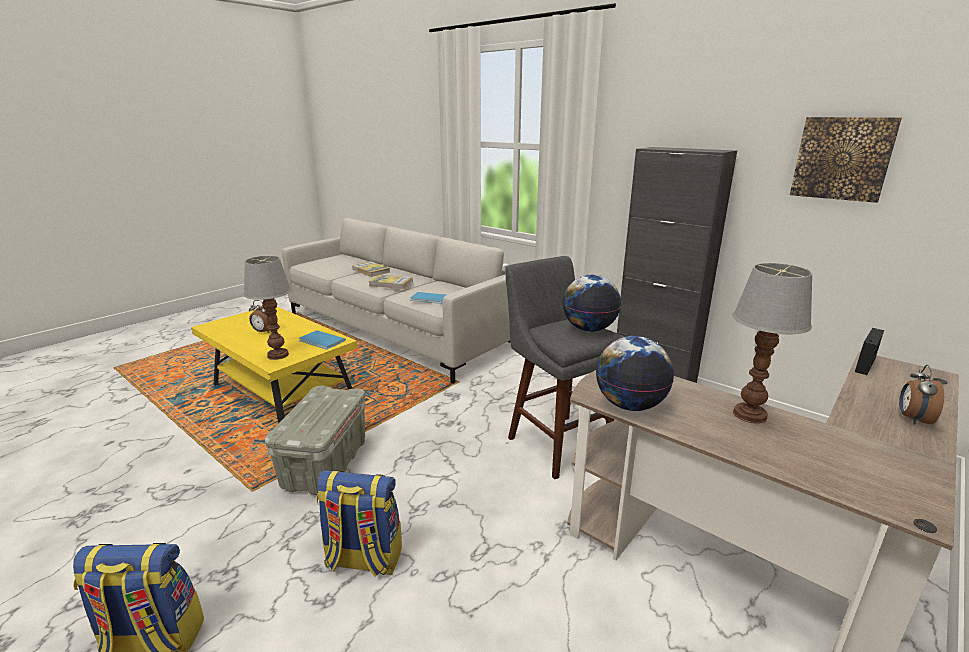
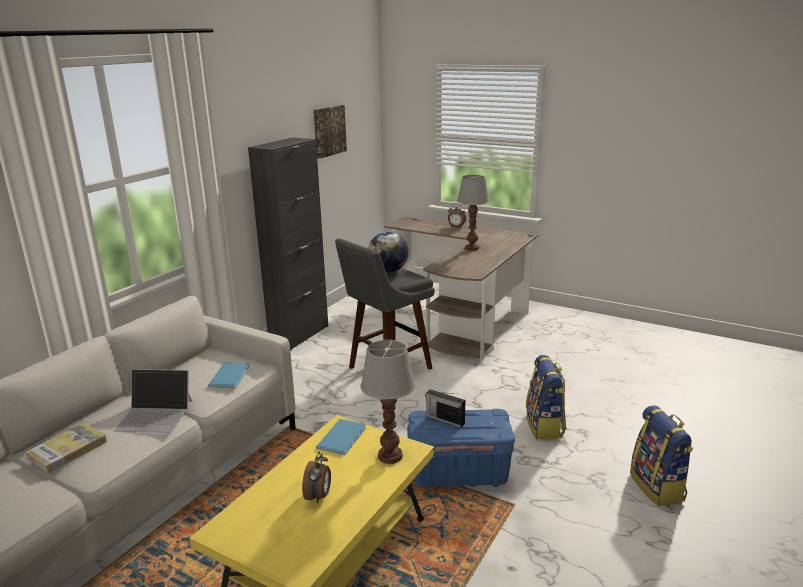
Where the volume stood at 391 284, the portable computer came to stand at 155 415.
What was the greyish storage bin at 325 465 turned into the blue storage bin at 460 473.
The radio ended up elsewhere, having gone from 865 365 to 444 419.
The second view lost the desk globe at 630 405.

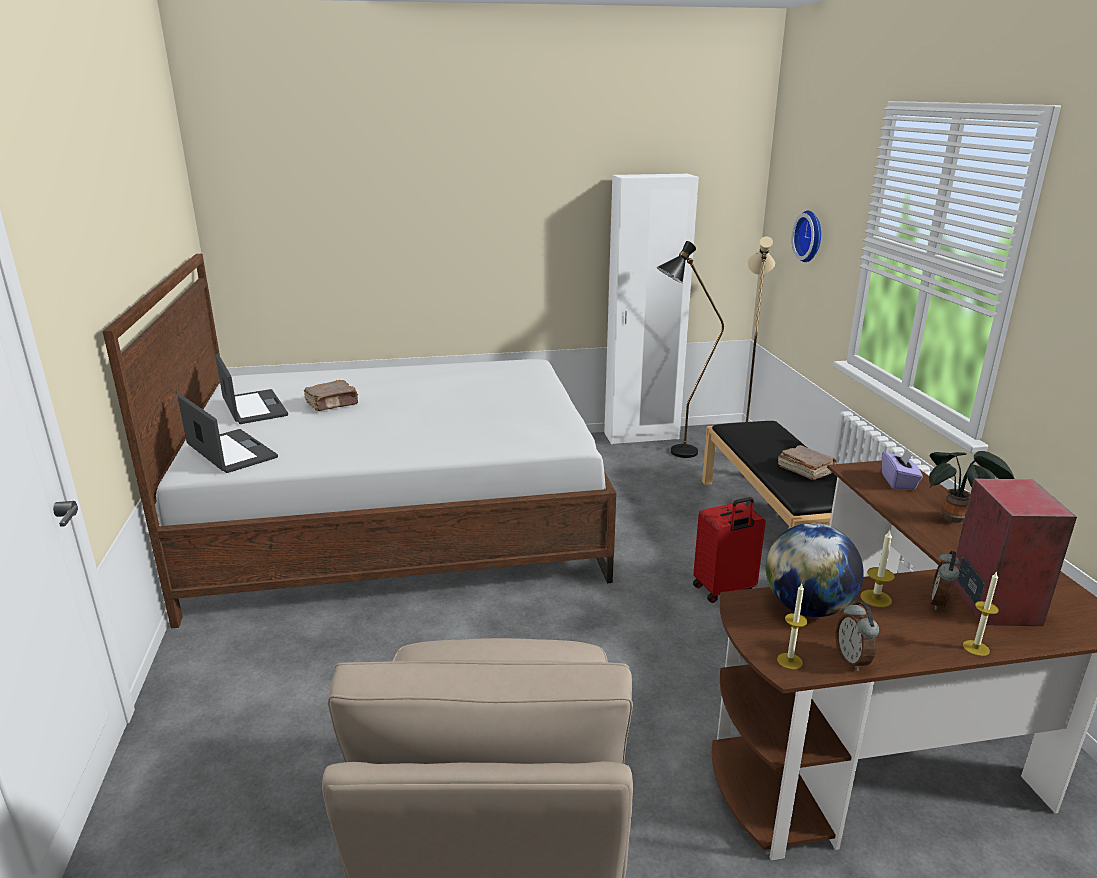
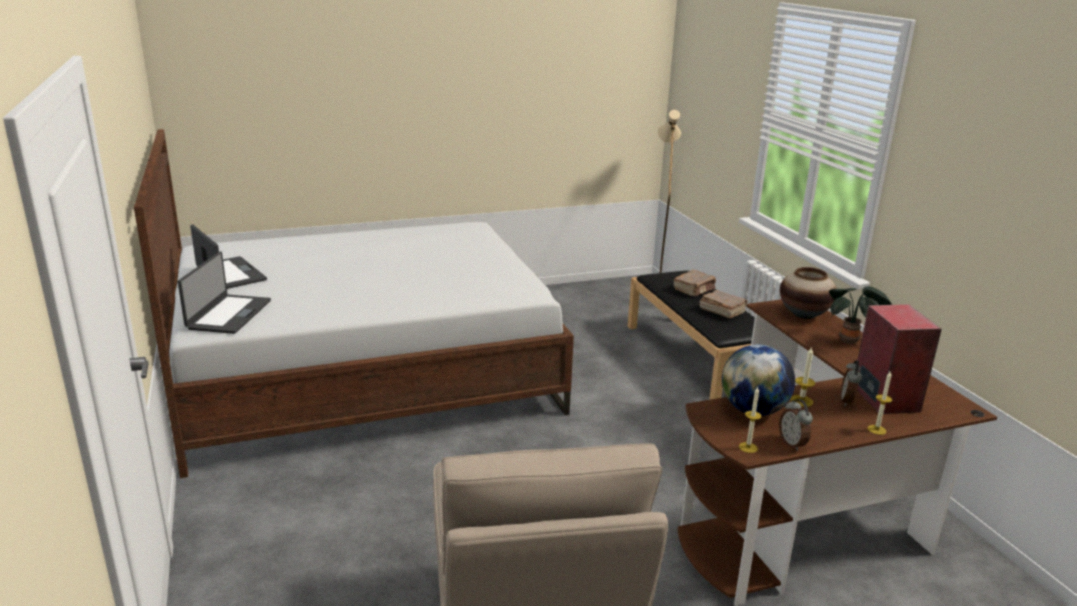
The portable computer at 230 452 ended up facing another way, 60 degrees clockwise from before.
The brown-coloured volume ended up elsewhere, having gone from 332 404 to 694 290.
Where the purple tissue box stood at 898 482, the decorative vase came to stand at 803 315.
The second view lost the white armoire at 641 436.
The second view lost the black-coloured floor lamp at 675 454.
The second view lost the reddish travel case at 724 590.
The second view lost the hanging clock at 810 236.

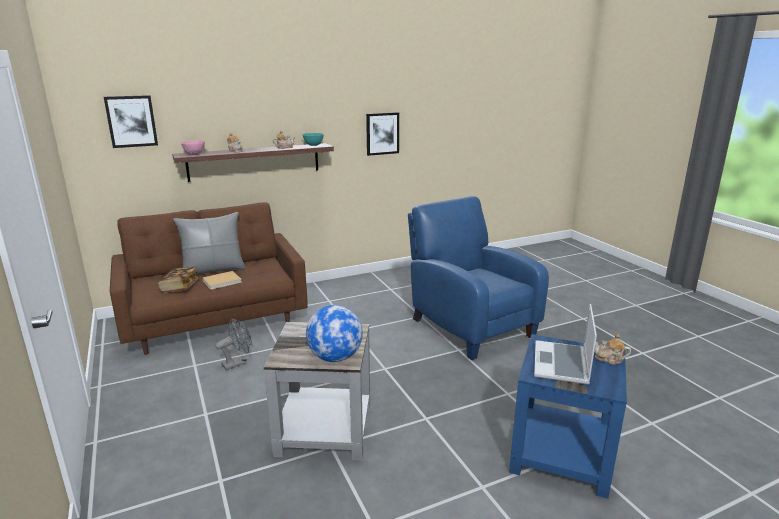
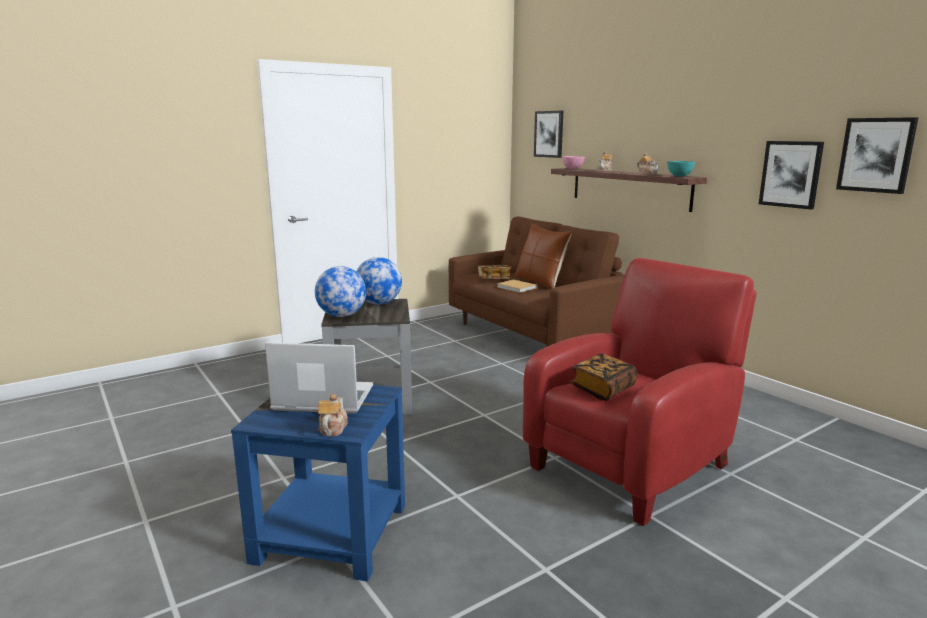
The second view gained the desk globe at 379 303.
What was the greyish throw pillow at 213 270 turned into the brown-coloured throw pillow at 540 282.
What was the blue easy chair at 469 326 turned into the reddish easy chair at 634 464.
The second view gained the volume at 602 389.
The second view gained the wall art at 876 155.
The second view lost the greyish cooling fan at 237 363.

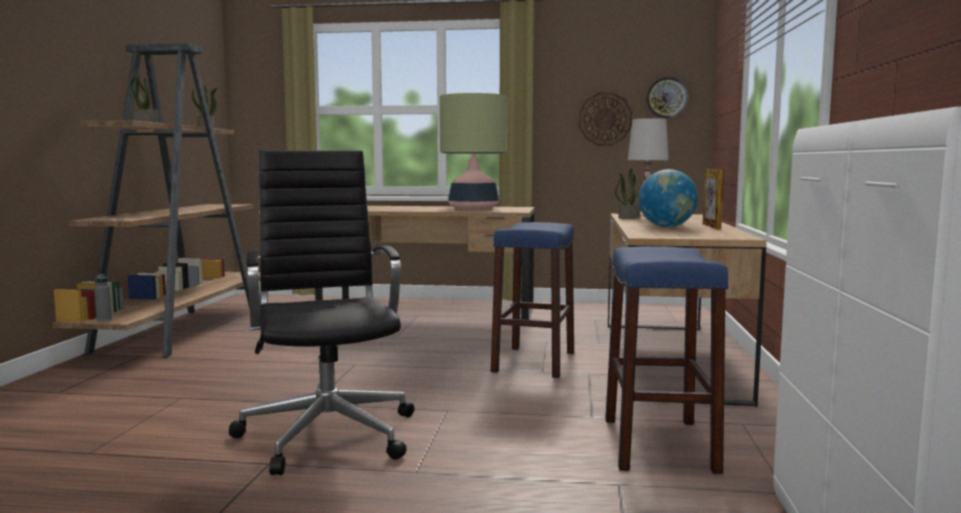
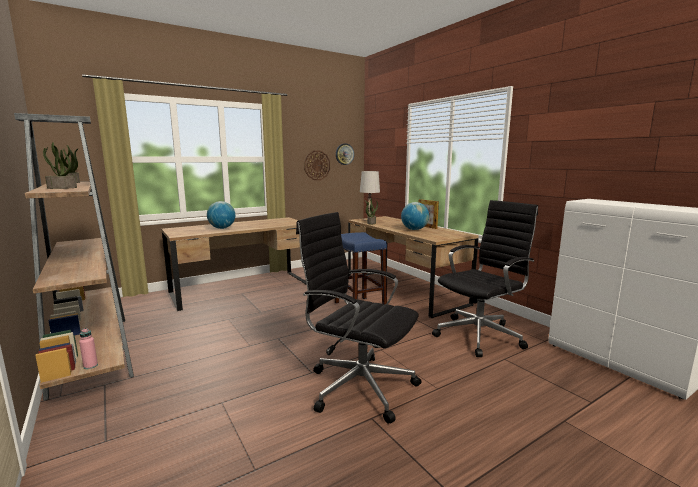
What was the greyish drink bottle at 104 320 turned into the pink-coloured drink bottle at 90 366.
The second view gained the desk globe at 222 228.
Where the blue stool stood at 658 444, the black-coloured computer chair came to stand at 480 335.
The second view lost the tabletop lamp at 473 208.

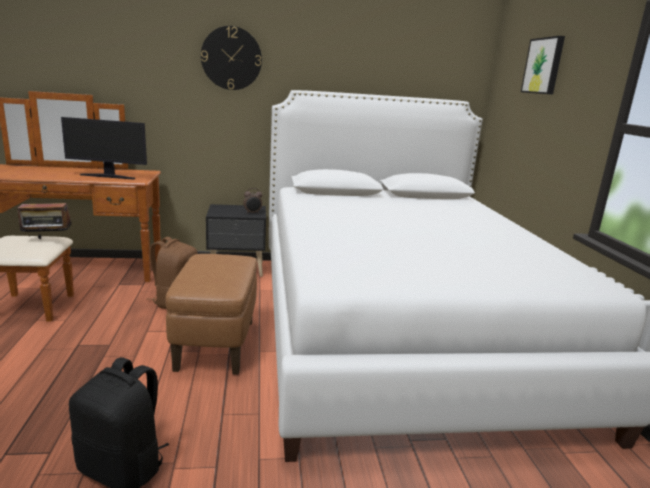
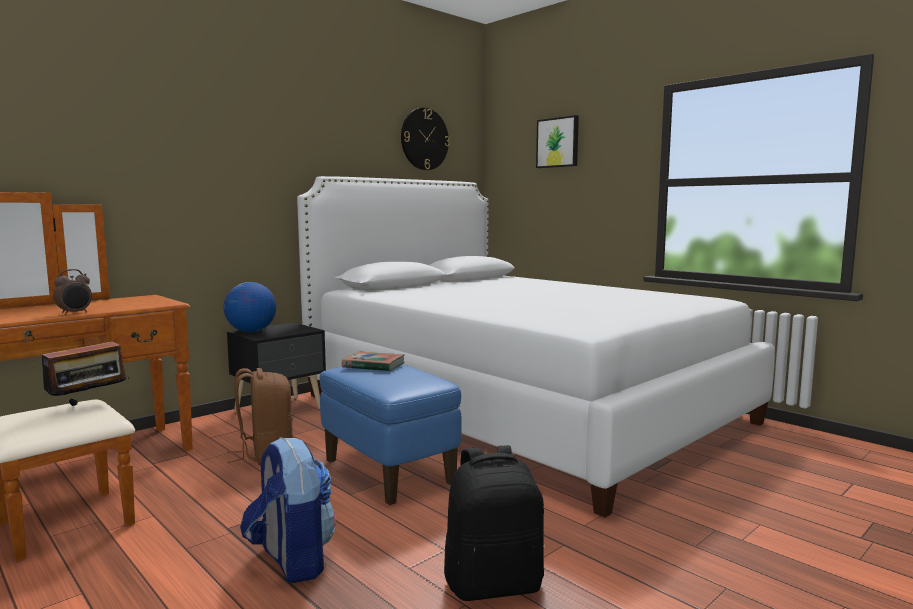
The table clock ended up elsewhere, having gone from 252 213 to 75 313.
The second view gained the desk globe at 251 331.
The second view gained the backpack at 291 560.
What was the brown-coloured pouffe at 216 344 turned into the blue pouffe at 388 471.
The second view gained the volume at 373 365.
The hanging clock ended up elsewhere, having gone from 231 58 to 424 139.
The second view lost the monitor at 108 176.

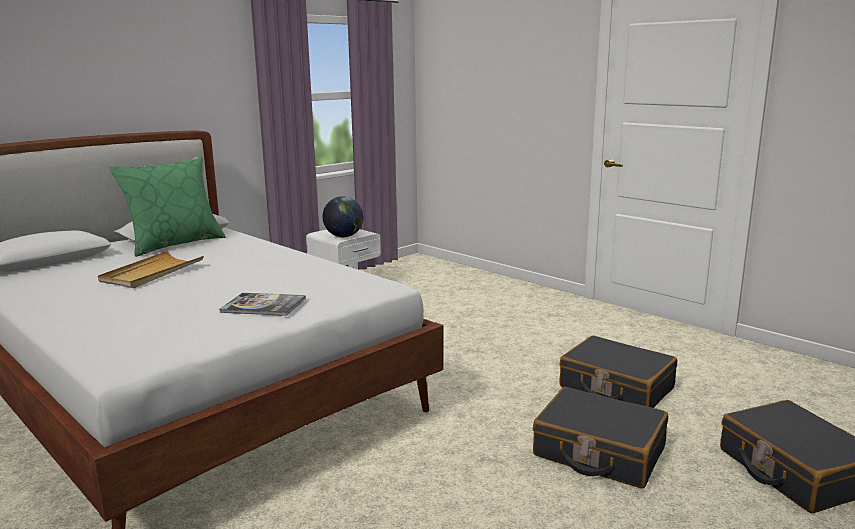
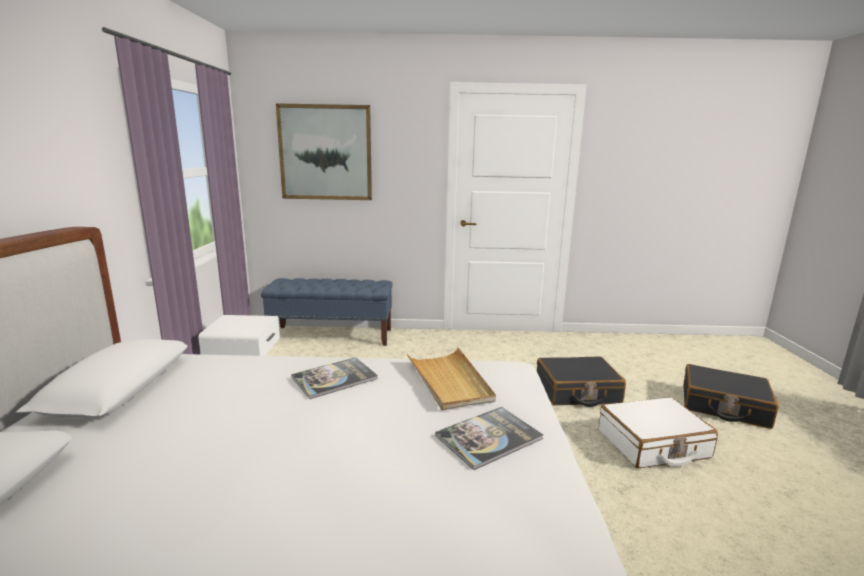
The second view gained the blue bench at 332 335.
The second view gained the wall art at 325 153.
The second view gained the volume at 334 378.
The sand-coloured carrying tray ended up elsewhere, having gone from 152 273 to 449 381.
What was the black-coloured travel case at 598 452 turned into the white travel case at 653 444.
The second view lost the green-coloured throw pillow at 175 244.
The second view lost the desk globe at 344 237.

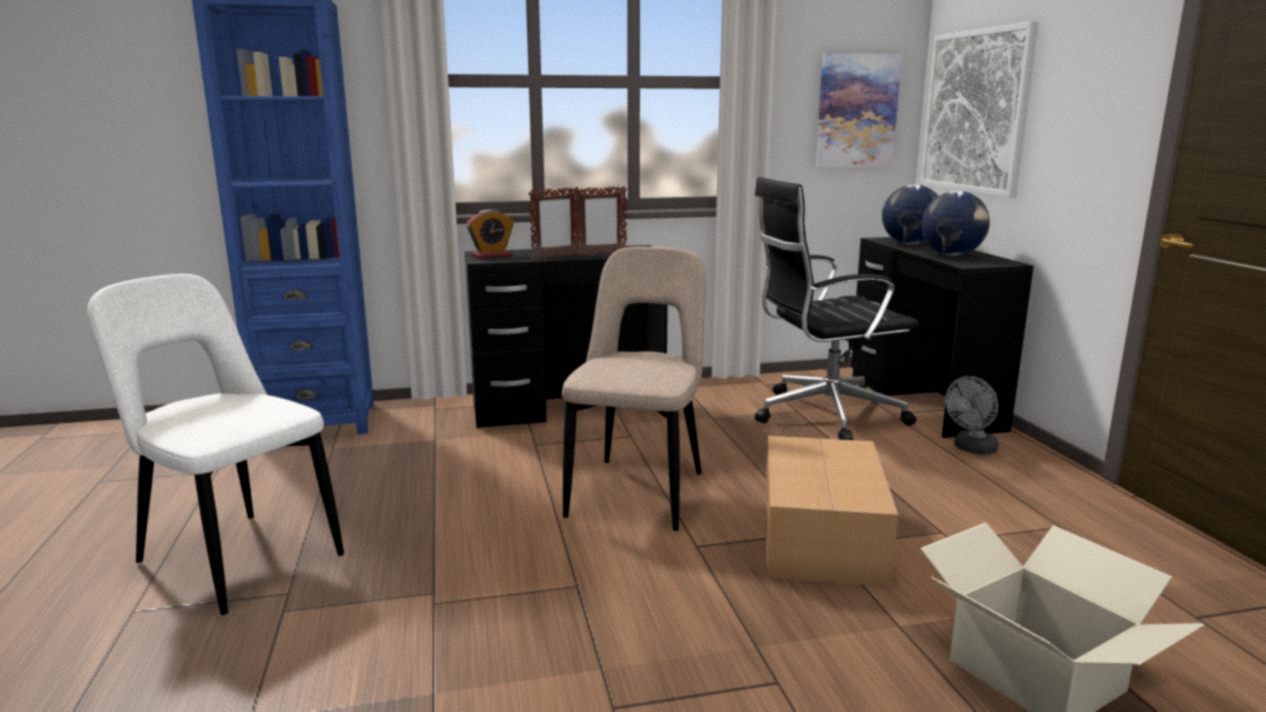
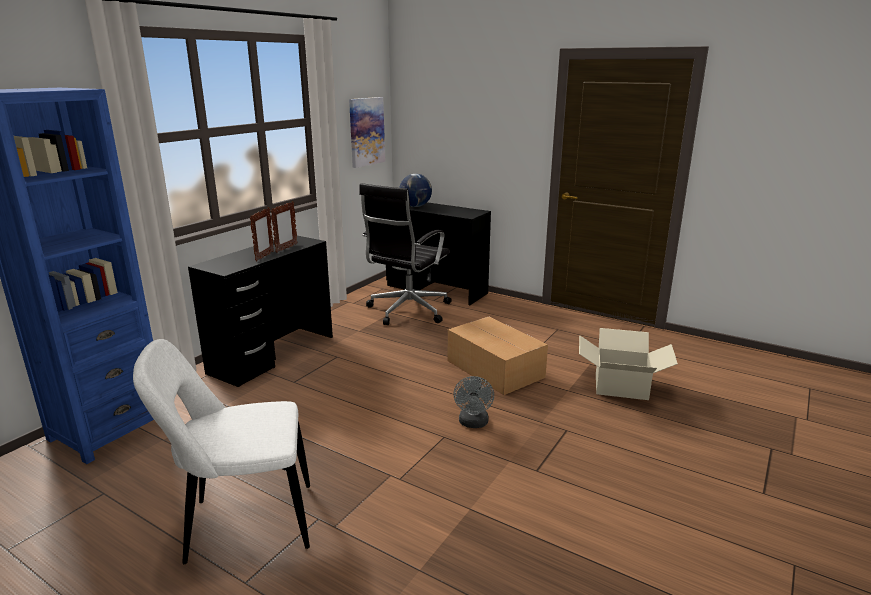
The greyish cooling fan ended up elsewhere, having gone from 972 449 to 473 423.
The second view lost the table clock at 491 255.
The second view lost the sand-coloured upright chair at 639 491.
The second view lost the wall art at 976 112.
The second view lost the desk globe at 952 255.

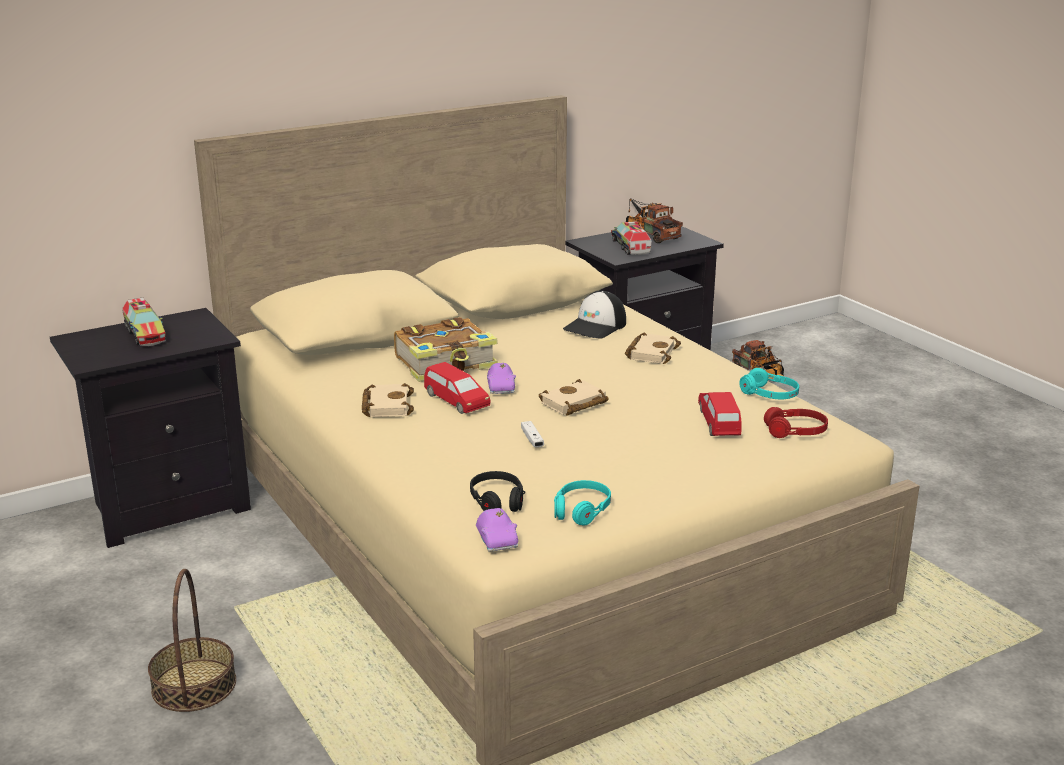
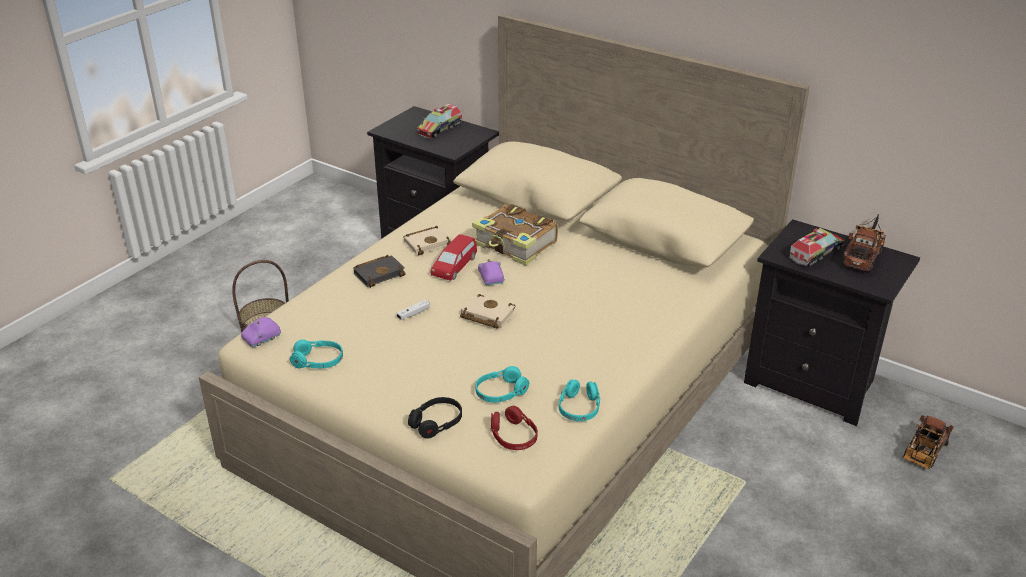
The second view gained the black-coloured volume at 379 273.
The black-coloured pair of headphones ended up elsewhere, having gone from 497 501 to 436 423.
Where the reddish miniature car stood at 719 423, the turquoise pair of headphones came to stand at 501 392.
The purple miniature car at 501 388 ended up facing another way, 105 degrees clockwise from before.
The second view lost the baseball cap at 596 326.
The second view lost the sand-coloured volume at 651 352.

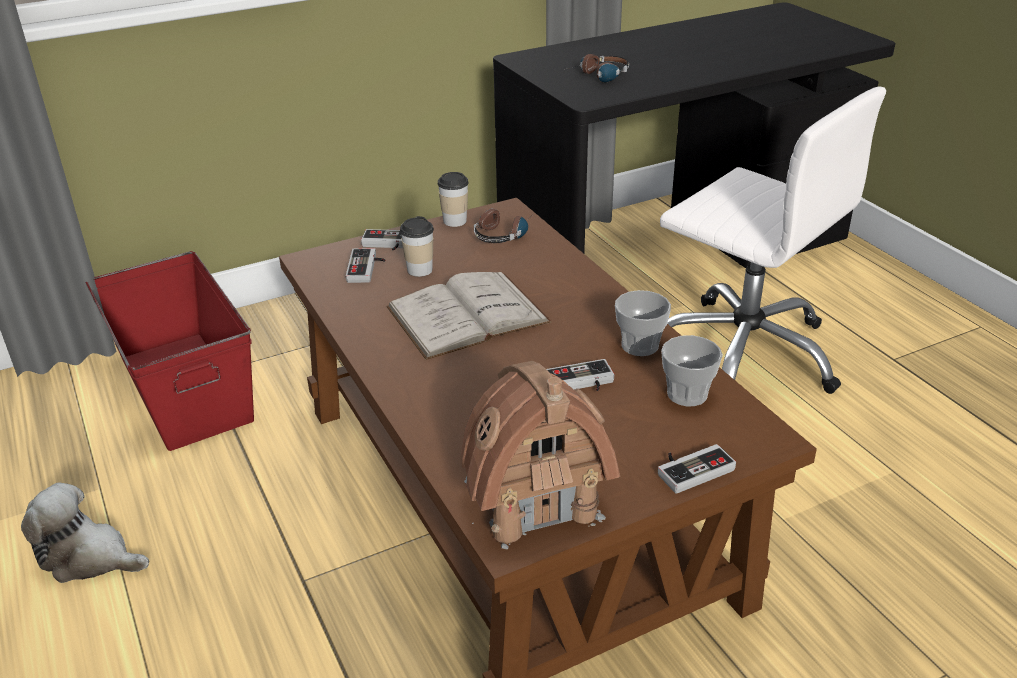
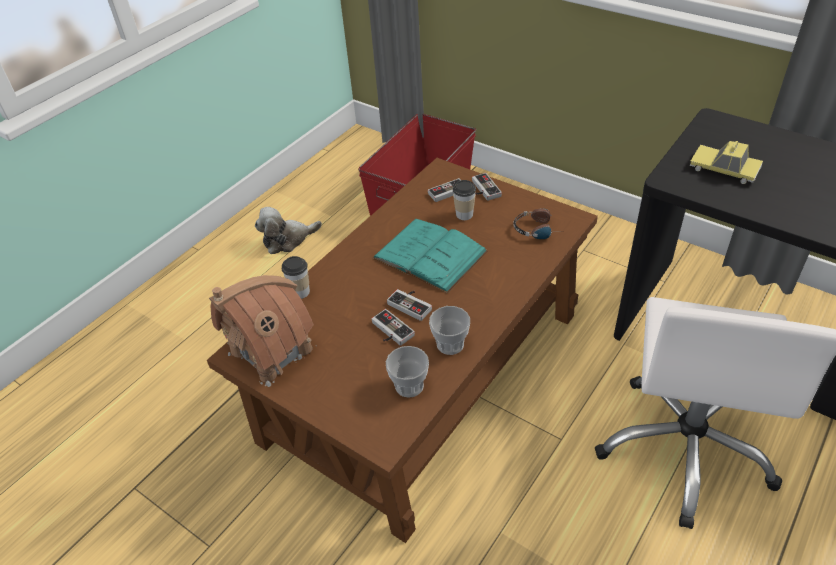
The soft toy at 89 557 ended up facing another way, 105 degrees counterclockwise from before.
The drinking cup ended up elsewhere, having gone from 455 221 to 300 292.
What was the white volume at 467 314 turned into the turquoise volume at 430 254.
The gamepad ended up elsewhere, having gone from 691 468 to 412 304.
Where the pair of headphones stood at 598 77, the miniature car came to stand at 724 169.

